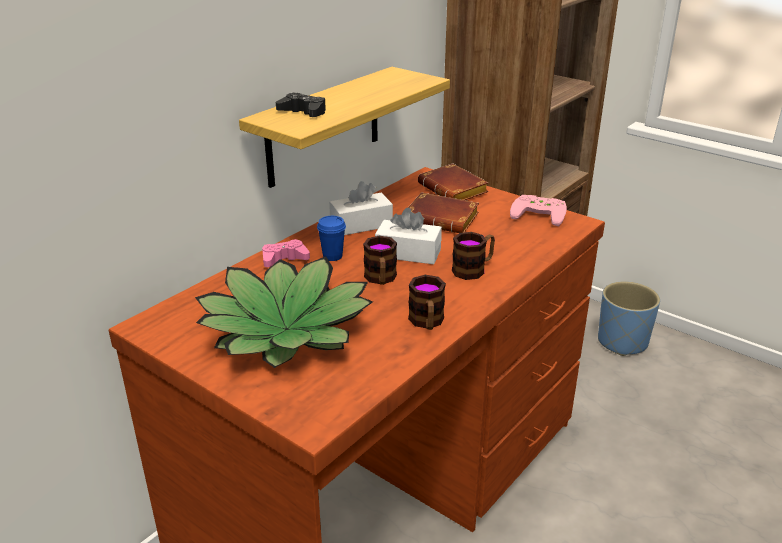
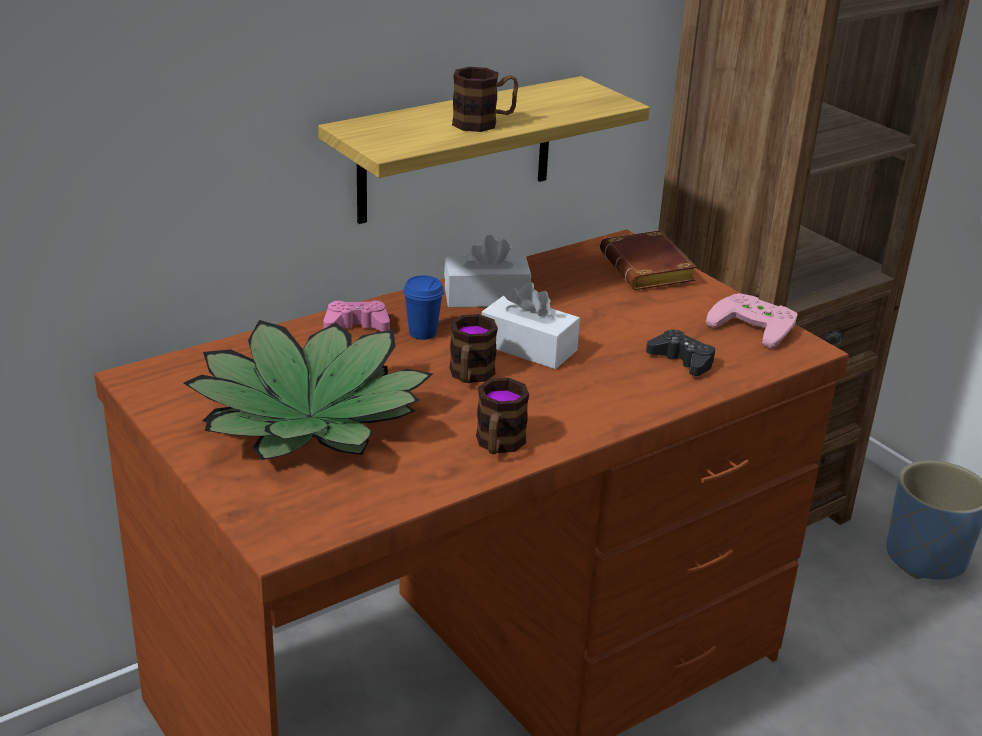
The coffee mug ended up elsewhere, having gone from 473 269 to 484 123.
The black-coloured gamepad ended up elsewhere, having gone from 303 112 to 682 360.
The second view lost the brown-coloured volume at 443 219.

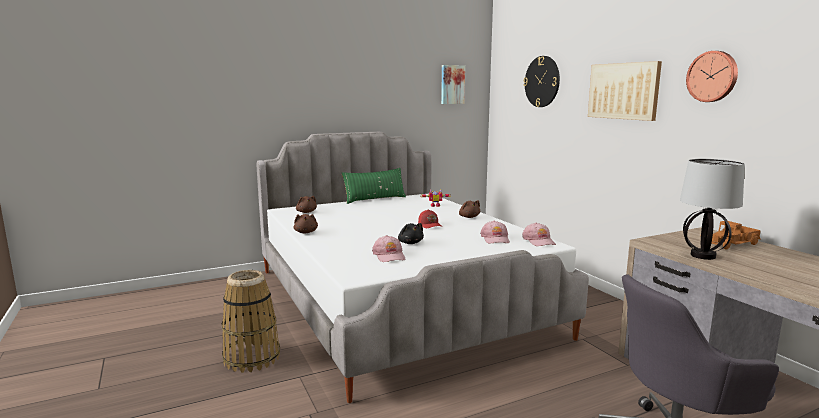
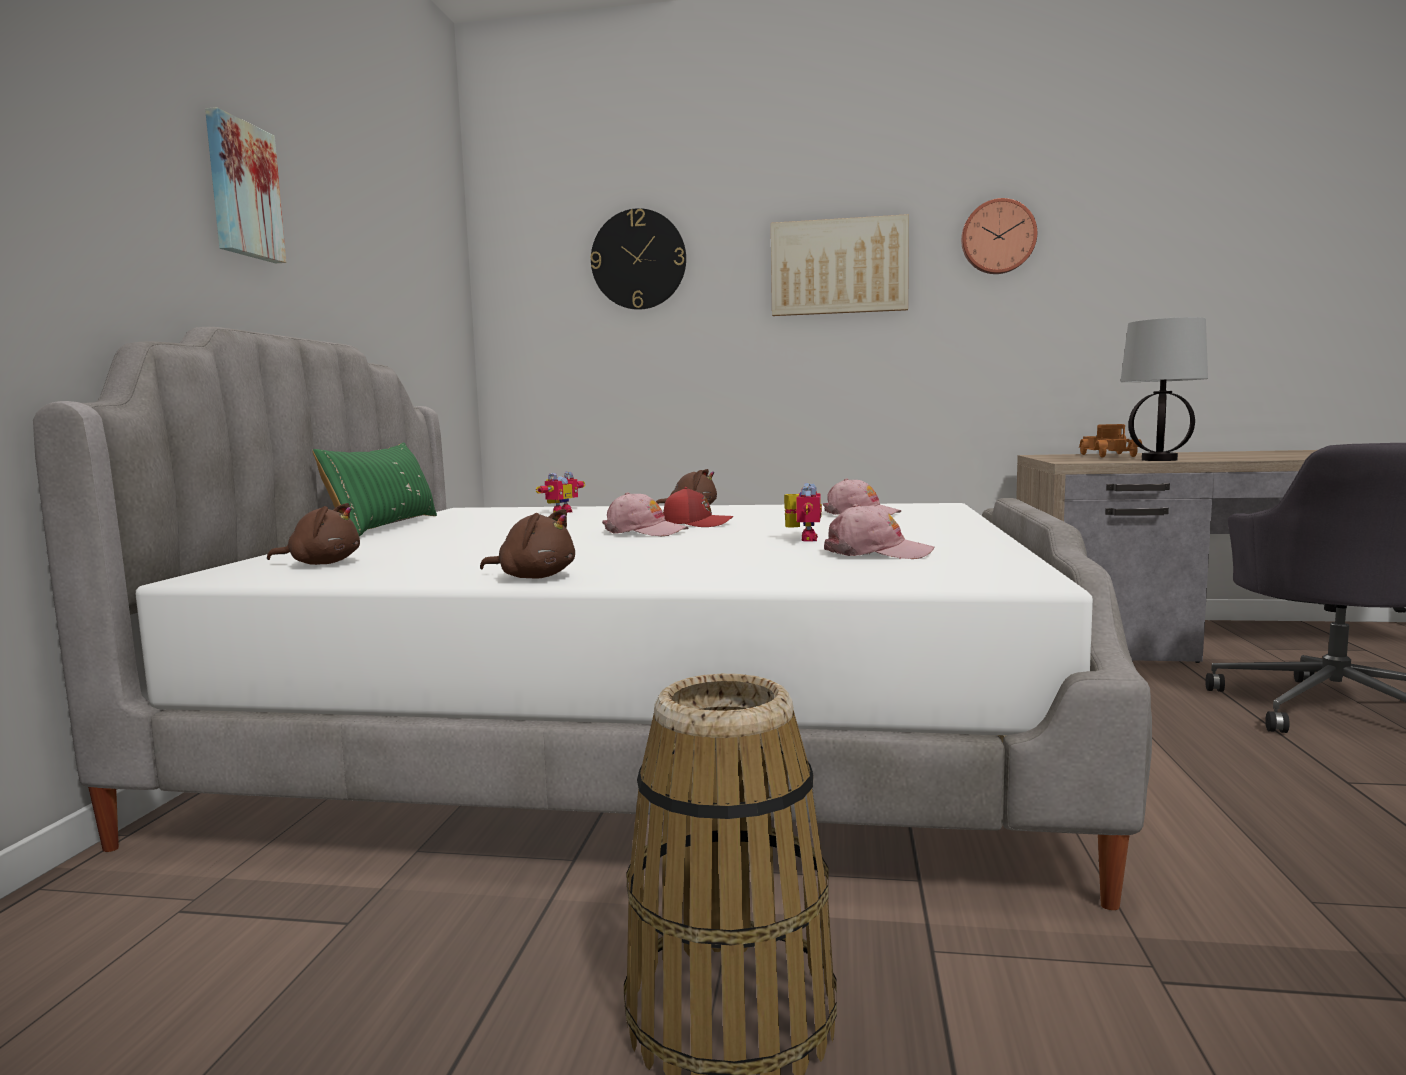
The wall art ended up elsewhere, having gone from 452 84 to 242 190.
The pink-coloured baseball cap ended up elsewhere, having gone from 539 241 to 644 532.
Where the black-coloured soft toy stood at 410 243, the toy robot came to stand at 803 539.

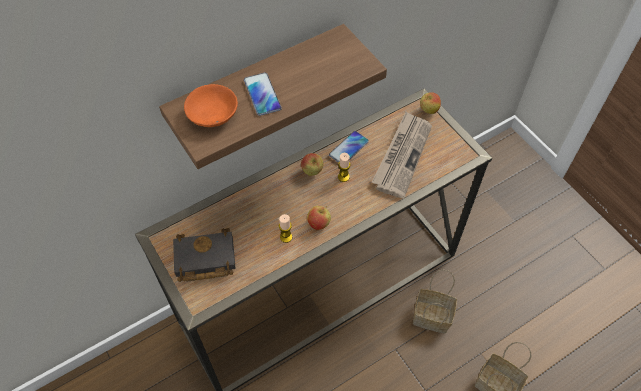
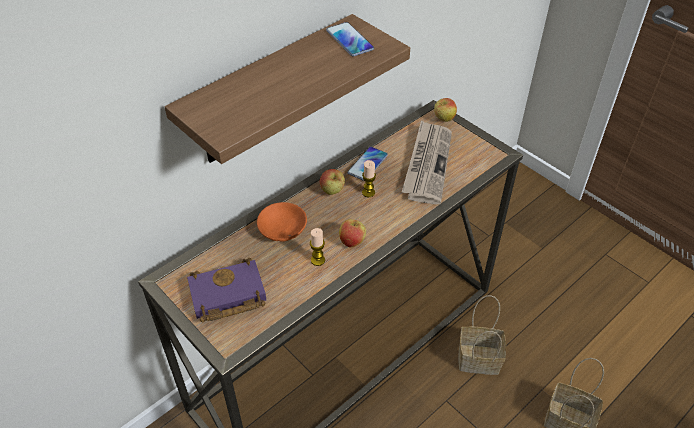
What was the black-coloured volume at 203 260 turned into the purple volume at 226 296.
The orange deep dish ended up elsewhere, having gone from 214 113 to 283 229.
The handset ended up elsewhere, having gone from 262 94 to 349 40.

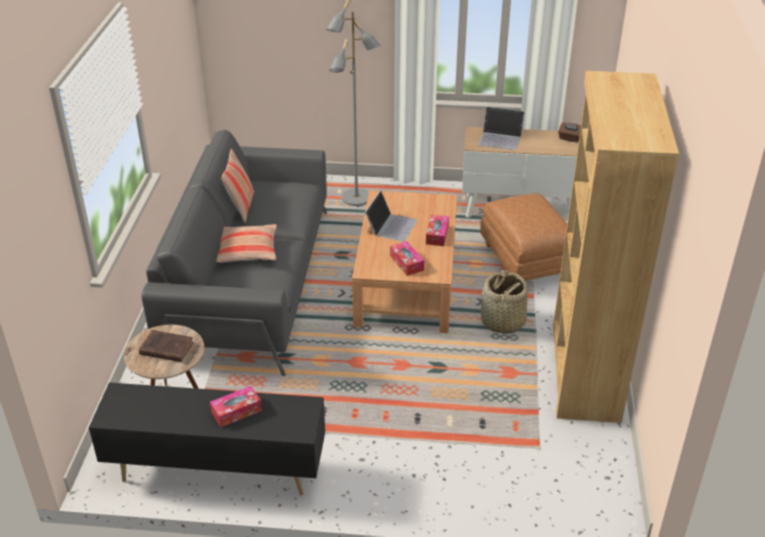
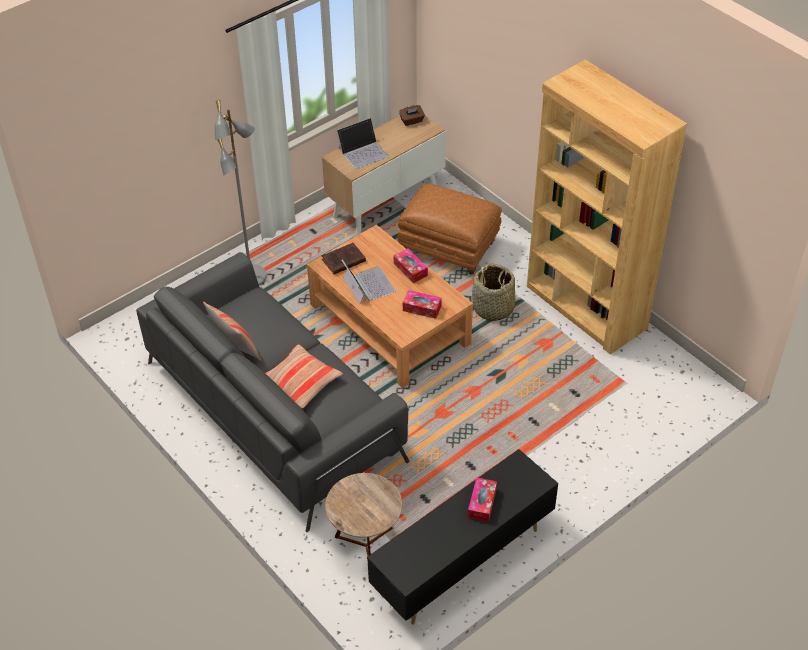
The brown-coloured volume ended up elsewhere, having gone from 165 348 to 342 261.

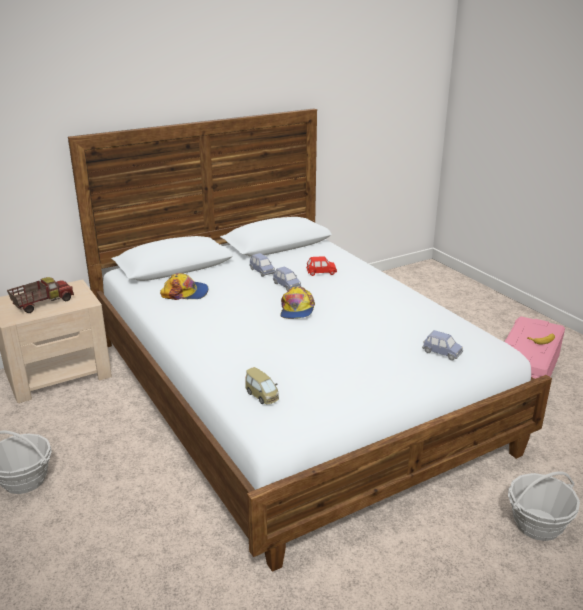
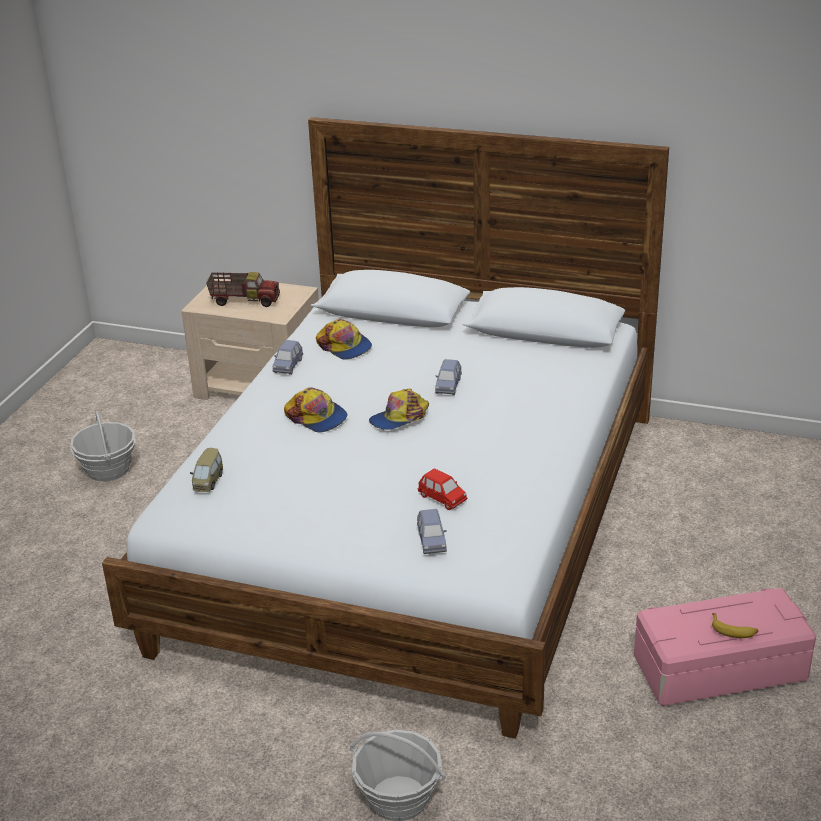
The blue miniature car ended up elsewhere, having gone from 262 271 to 288 366.
The second view gained the baseball cap at 316 417.
The reddish miniature car ended up elsewhere, having gone from 321 272 to 442 499.

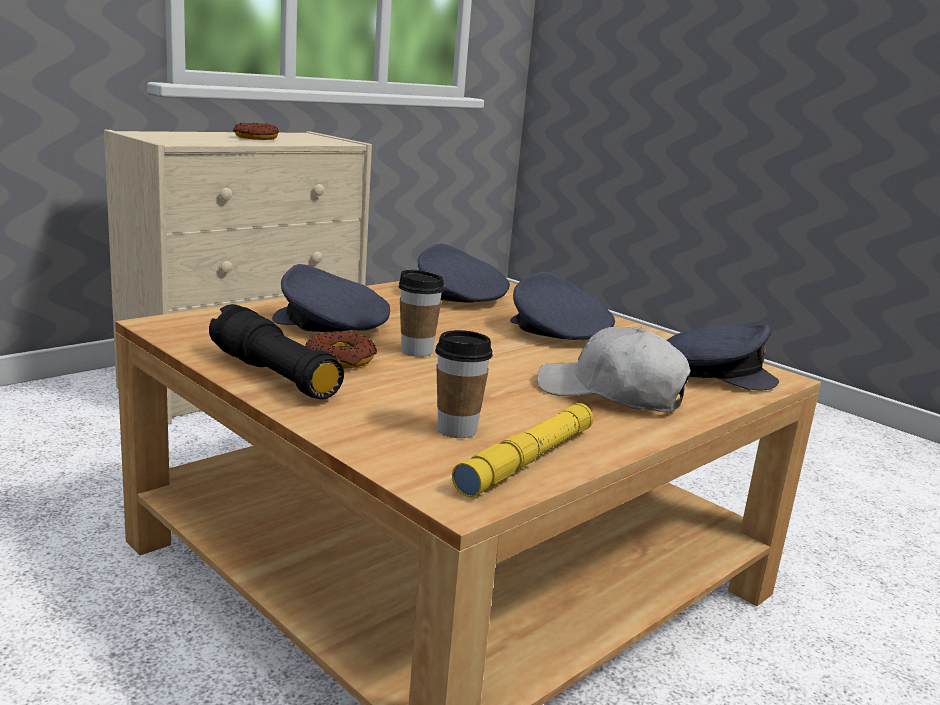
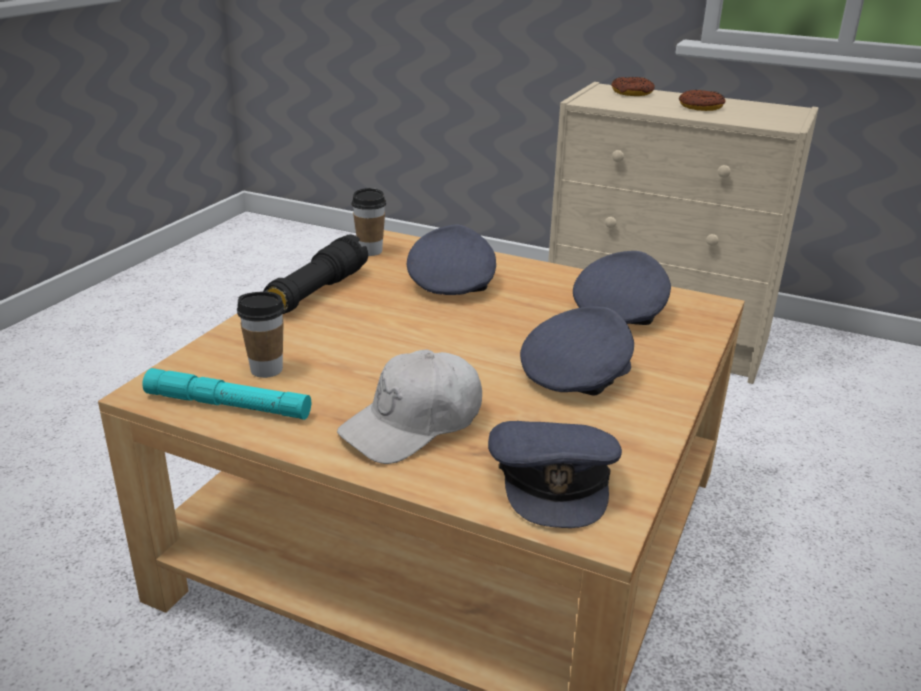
What was the yellow-coloured flashlight at 527 460 turned into the turquoise flashlight at 228 405.
The white baseball cap at 611 394 ended up facing another way, 135 degrees counterclockwise from before.
The drinking cup ended up elsewhere, having gone from 416 351 to 370 251.
The ring doughnut ended up elsewhere, having gone from 340 359 to 632 92.

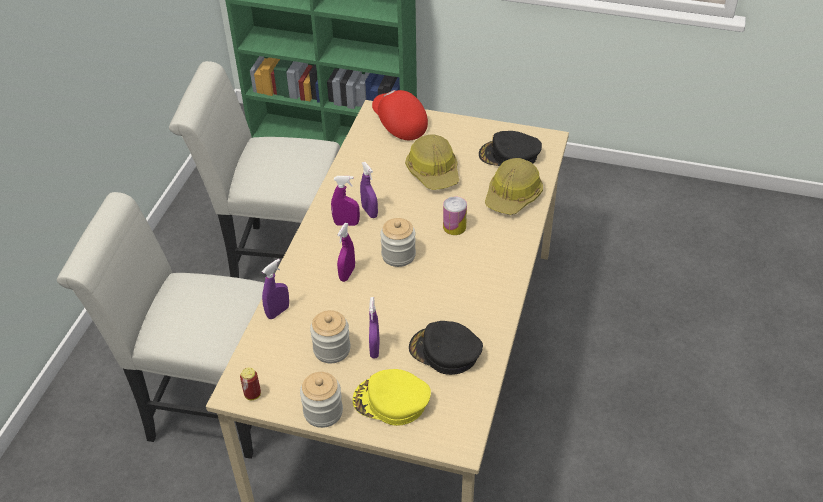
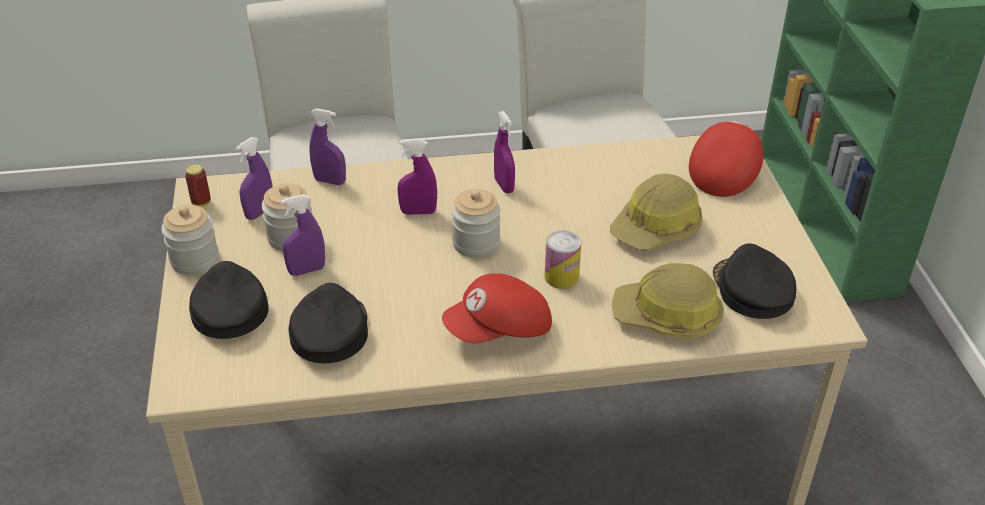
What was the yellow-coloured baseball cap at 391 401 turned into the black-coloured baseball cap at 229 308.
The purple spray bottle ended up elsewhere, having gone from 369 212 to 259 212.
The second view gained the reddish baseball cap at 500 330.

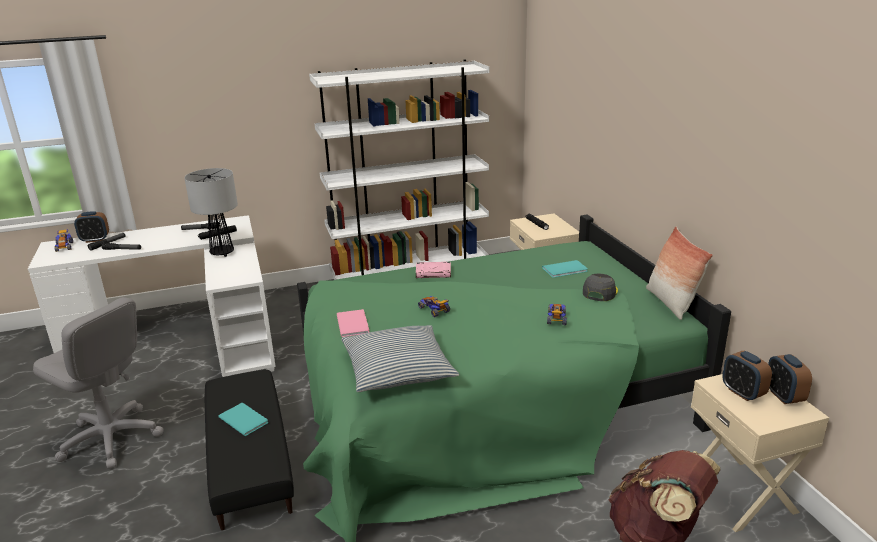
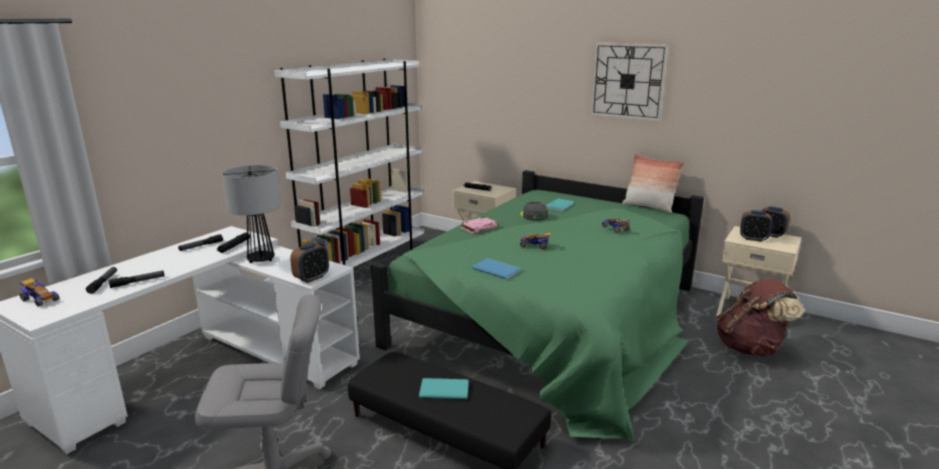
The table clock ended up elsewhere, having gone from 95 240 to 311 278.
What was the pink-coloured volume at 354 323 turned into the blue volume at 496 269.
The greyish baseball cap ended up elsewhere, having gone from 600 292 to 533 216.
The second view gained the hanging clock at 628 81.
The second view lost the throw pillow at 398 369.

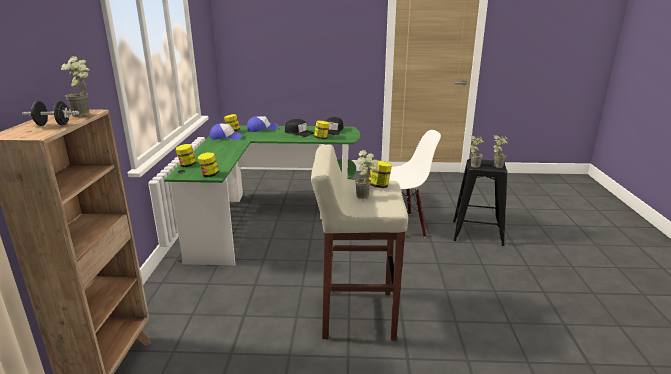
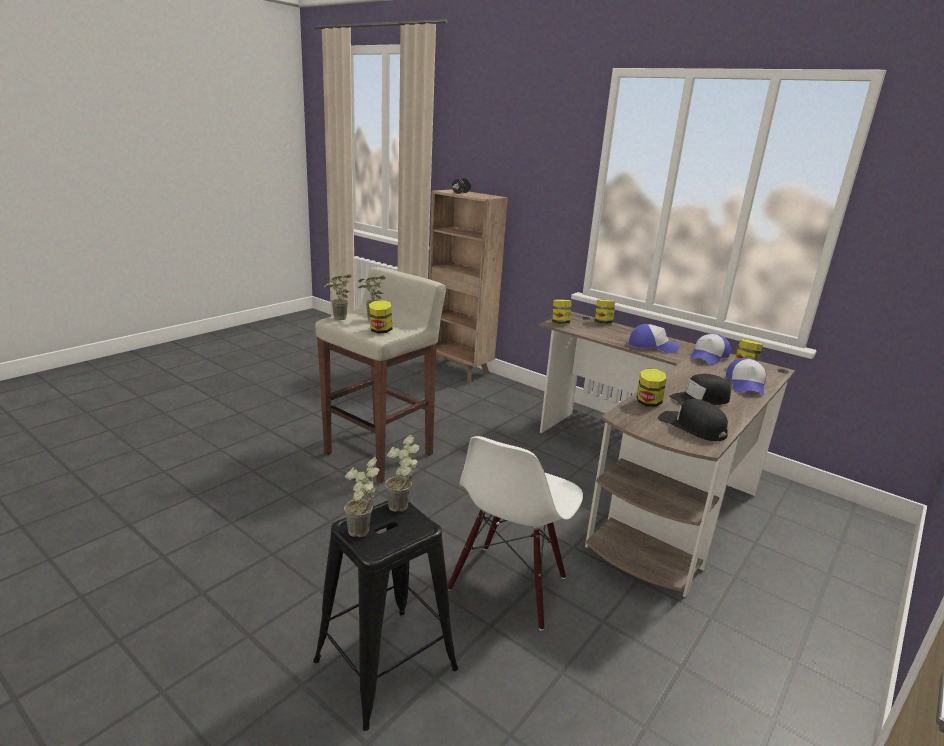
The plant in a pot ended up elsewhere, having gone from 86 115 to 337 319.
What was the green-coloured desk table at 266 217 turned into the brown-coloured desk table at 648 486.
The second view gained the baseball cap at 652 346.

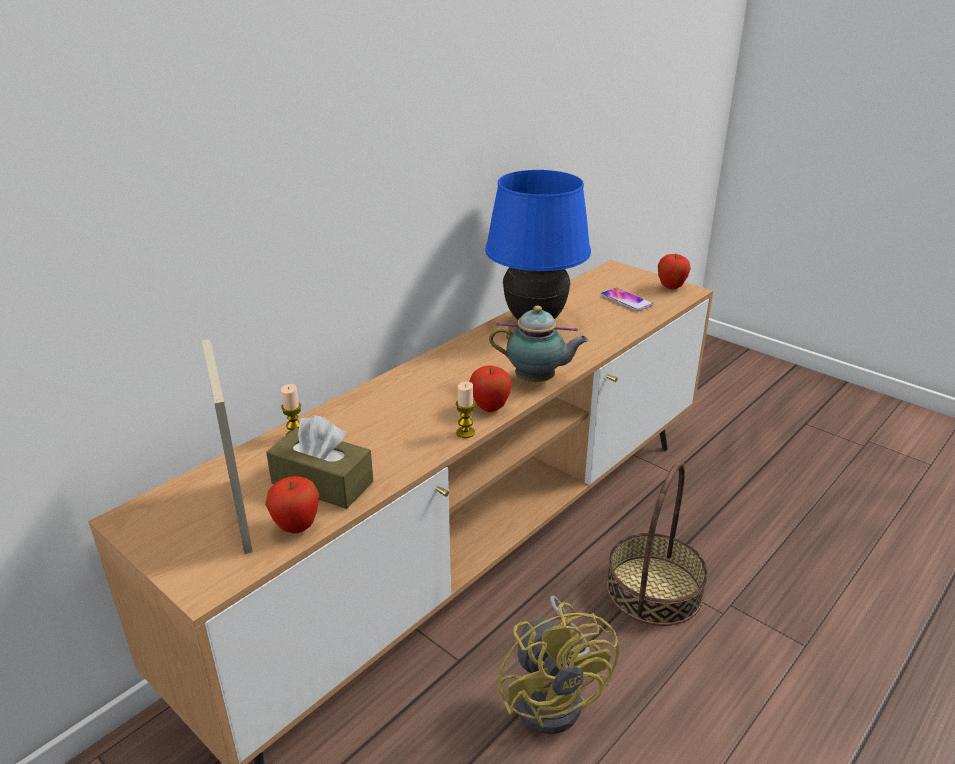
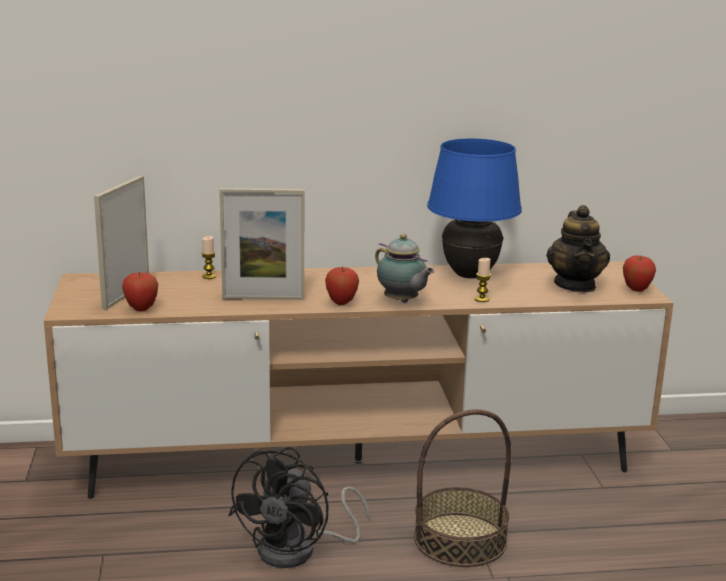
The second view gained the photo frame at 263 298.
What was the yellow-coloured cooling fan at 555 695 turned into the black-coloured cooling fan at 299 550.
The wax candle ended up elsewhere, having gone from 465 433 to 481 299.
Where the handset stood at 626 300, the tea pot came to stand at 575 285.
The second view lost the brown-coloured tissue box at 322 483.

